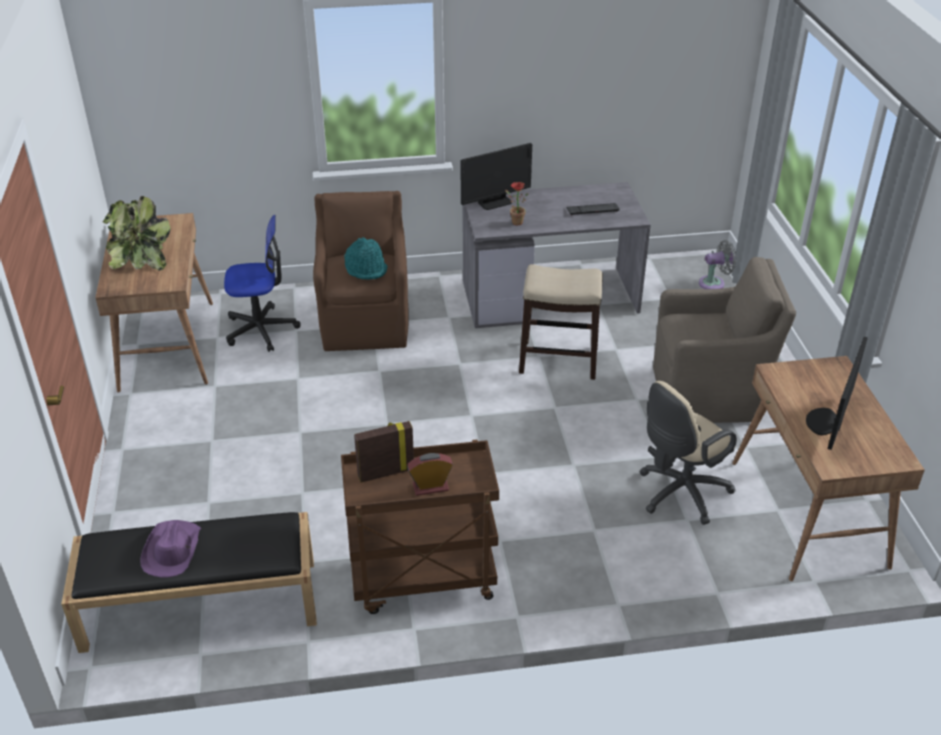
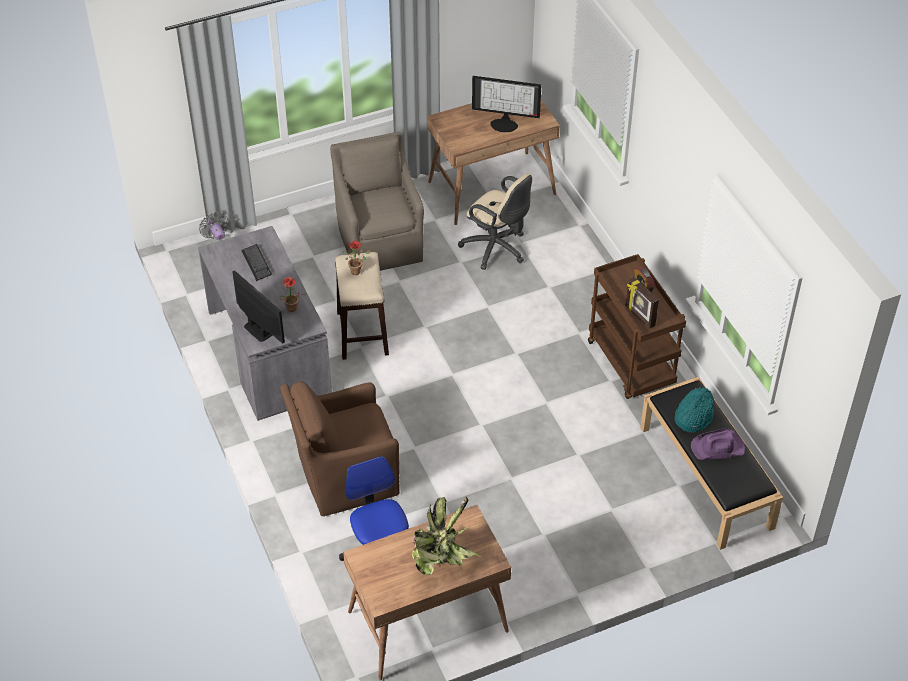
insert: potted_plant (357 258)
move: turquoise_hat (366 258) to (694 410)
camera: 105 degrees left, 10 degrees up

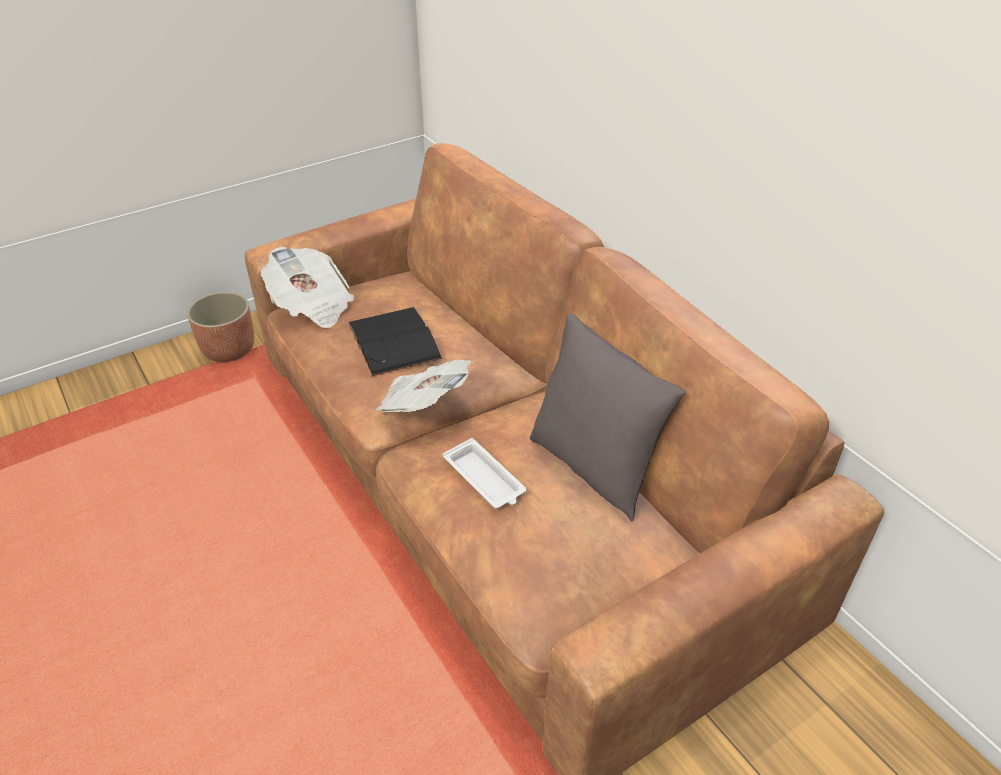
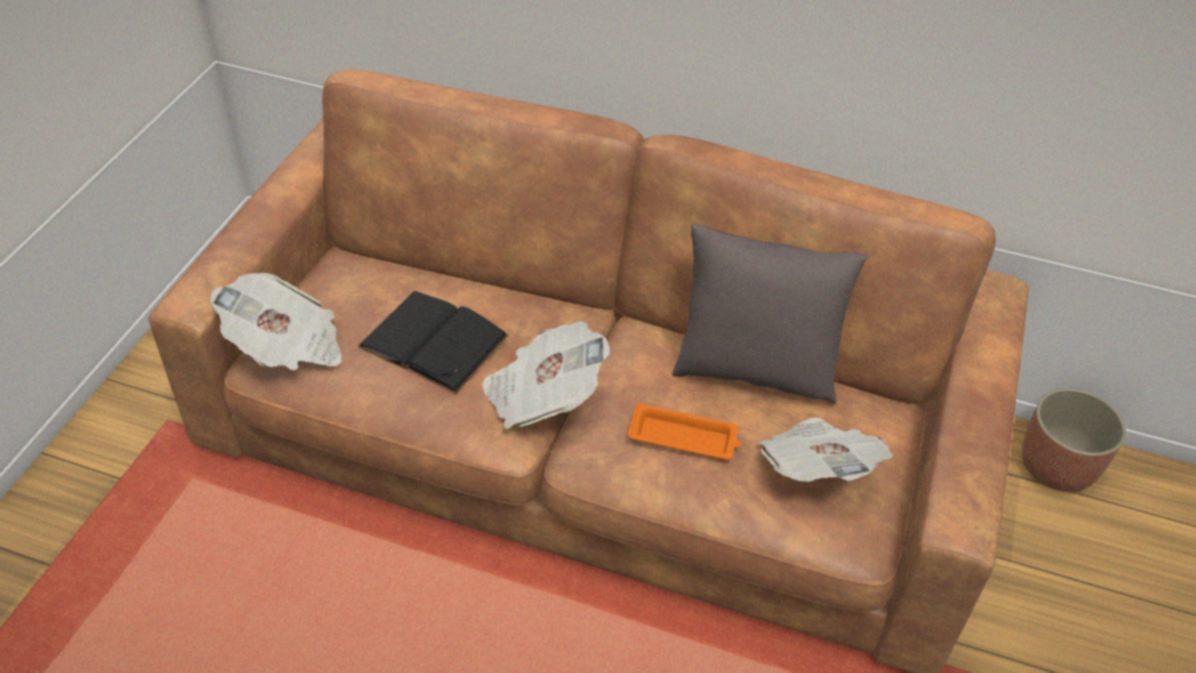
insert: newspaper (825 449)
move: planter (220 327) to (1074 440)
recolor: white_tray (484 473) to orange_tray (683 431)
camera: 40 degrees left, 5 degrees up

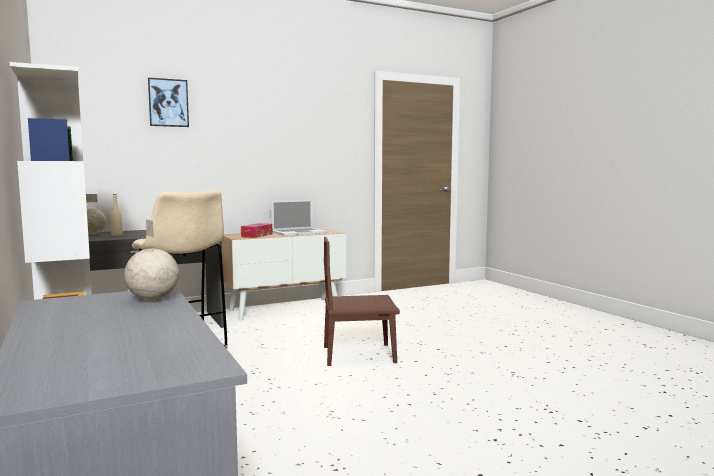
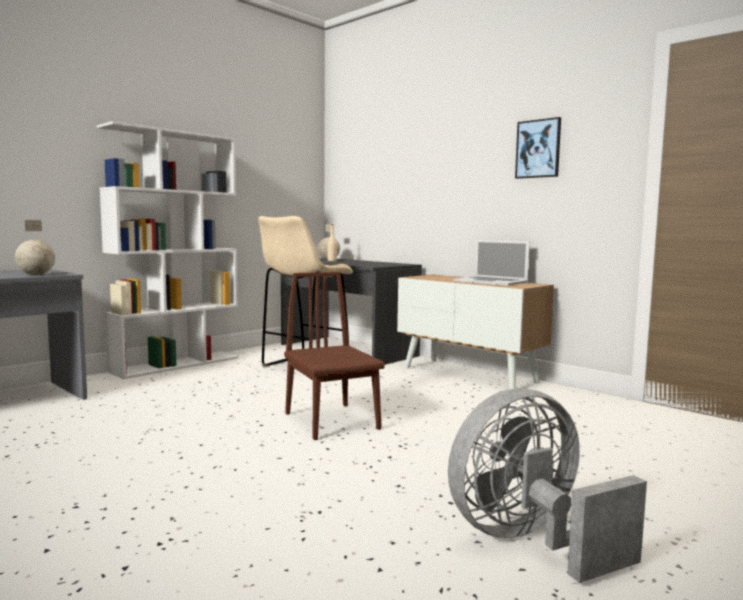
delete: tissue_box (256 230)
insert: grey_fan (547 486)
move: picture (168 102) to (538 148)
camera: 70 degrees right, 0 degrees up

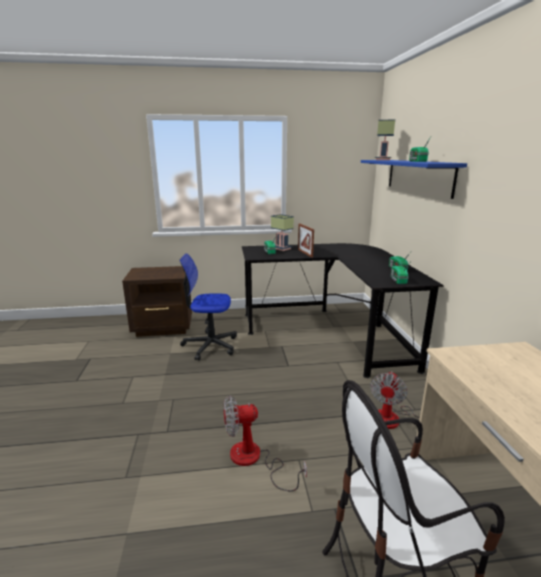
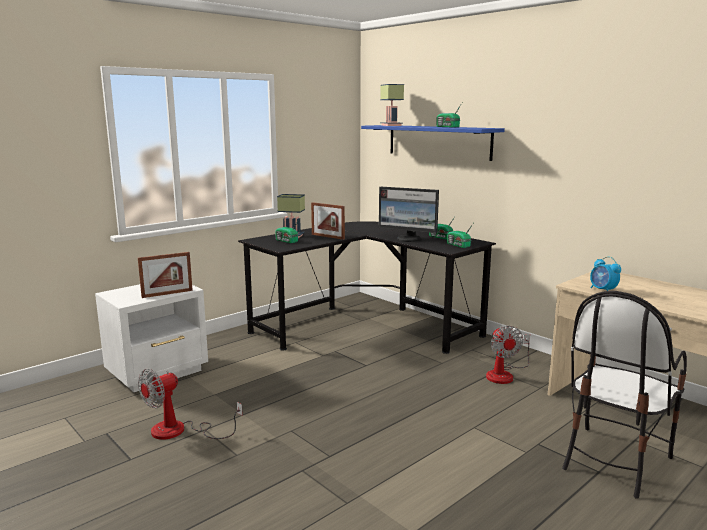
delete: office_chair (208 307)
insert: monitor (409 214); picture_frame (165 275); alarm_clock (605 273)
move: fan (265 443) to (190 404)
recolor: brown_nightstand (157 301) to white_nightstand (151 338)
camera: 35 degrees left, 5 degrees down

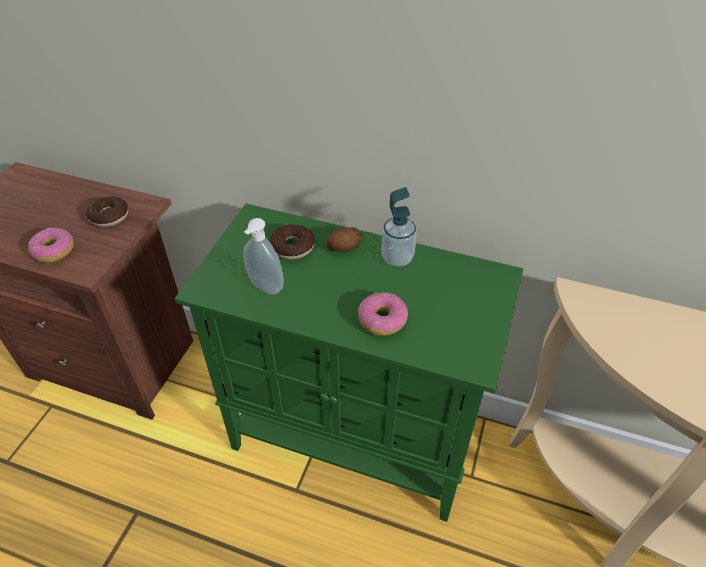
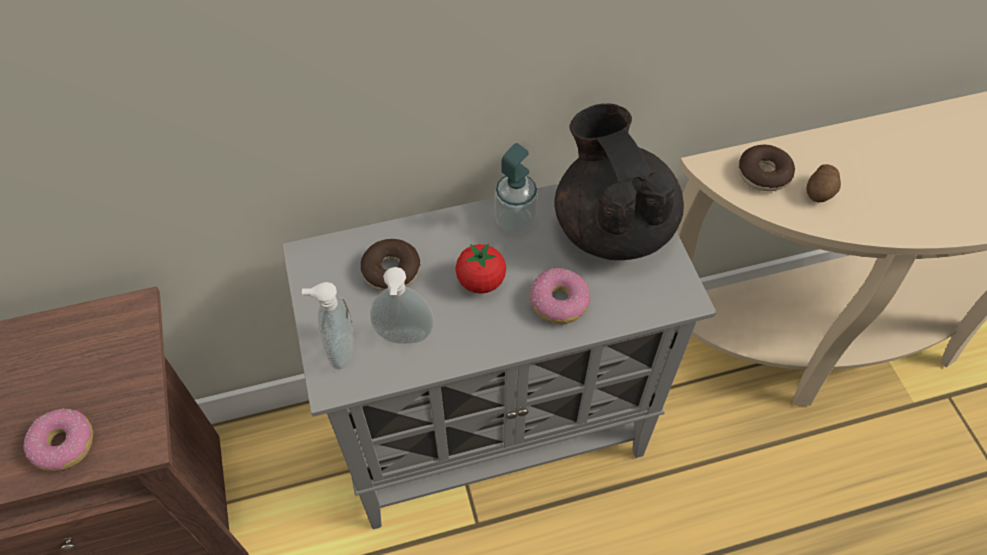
insert: black_teapot (619 181); tomato (480 269); soap_dispenser (328 325)
move: donut (107 211) to (766 168); potato (343 239) to (823 183)
recolor: green_cabinet (349 363) to grey_cabinet (499 356)
camera: 35 degrees left, 10 degrees up

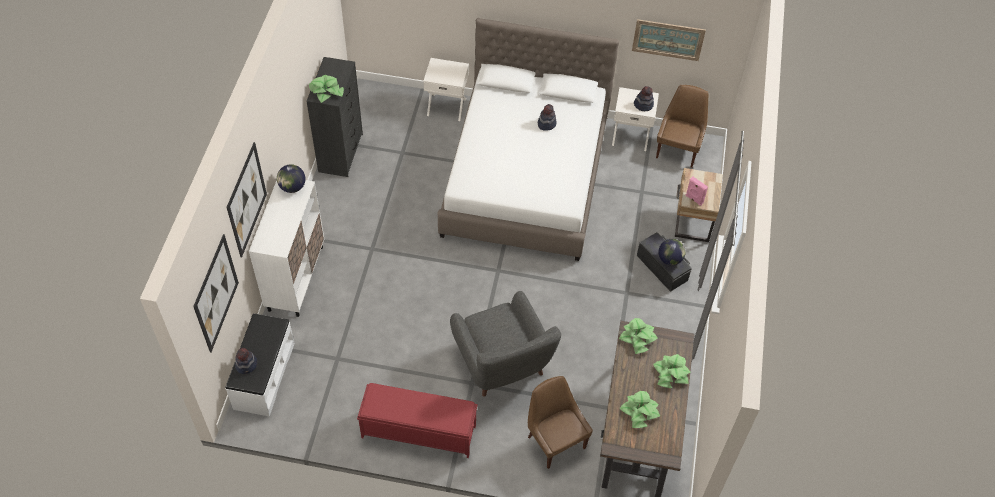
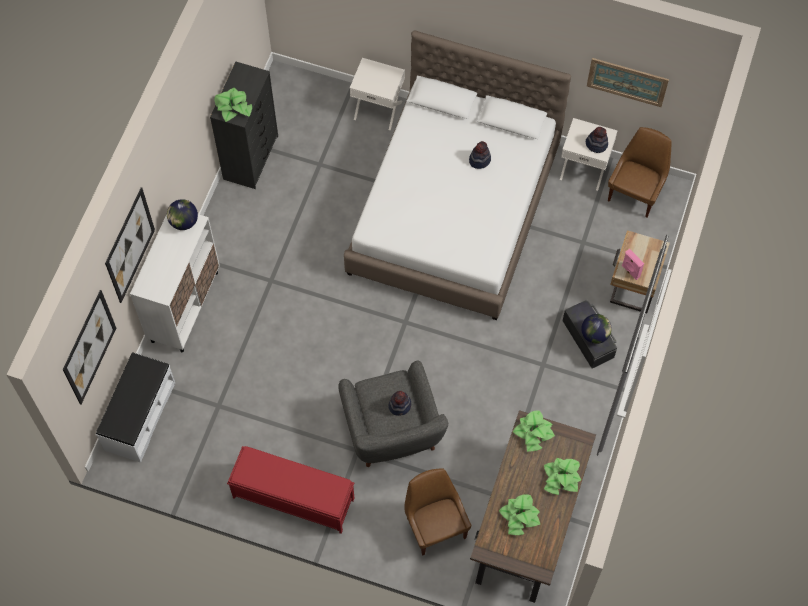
move: hat (246 361) to (399 403)
camera: 10 degrees right, 10 degrees up

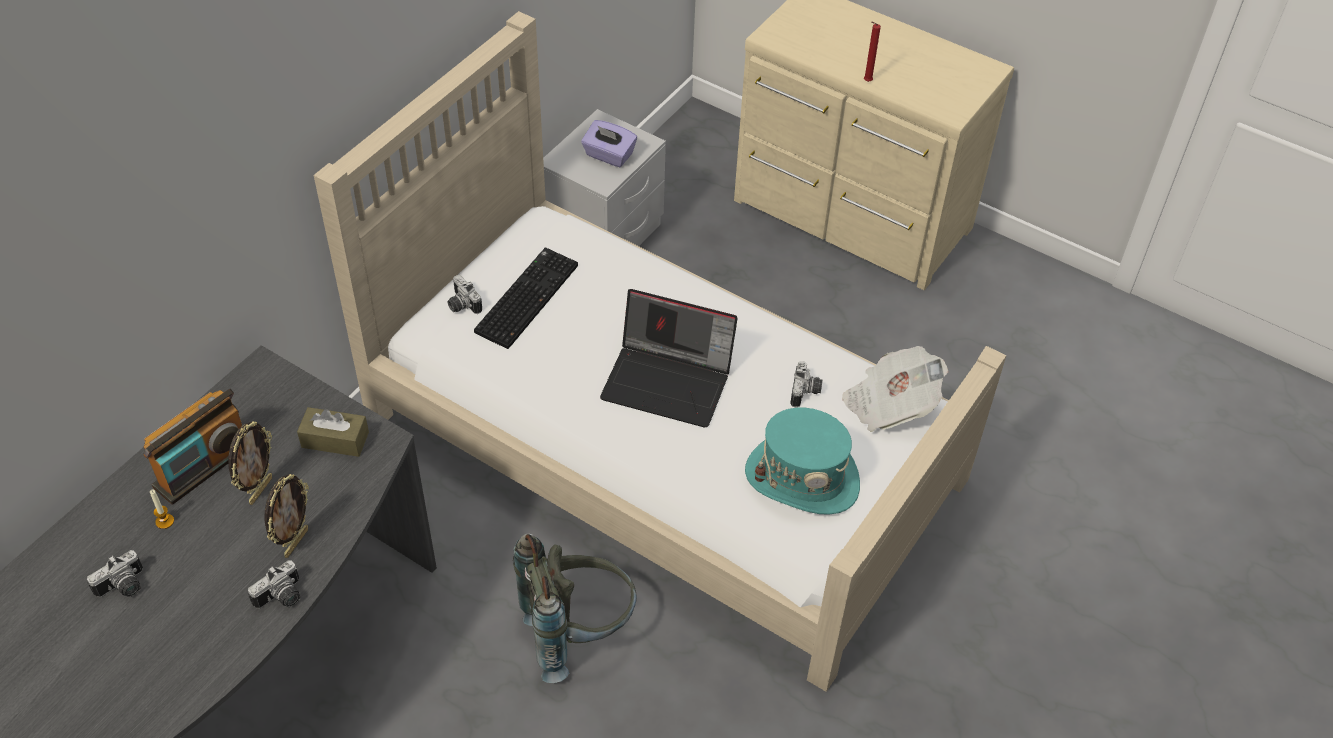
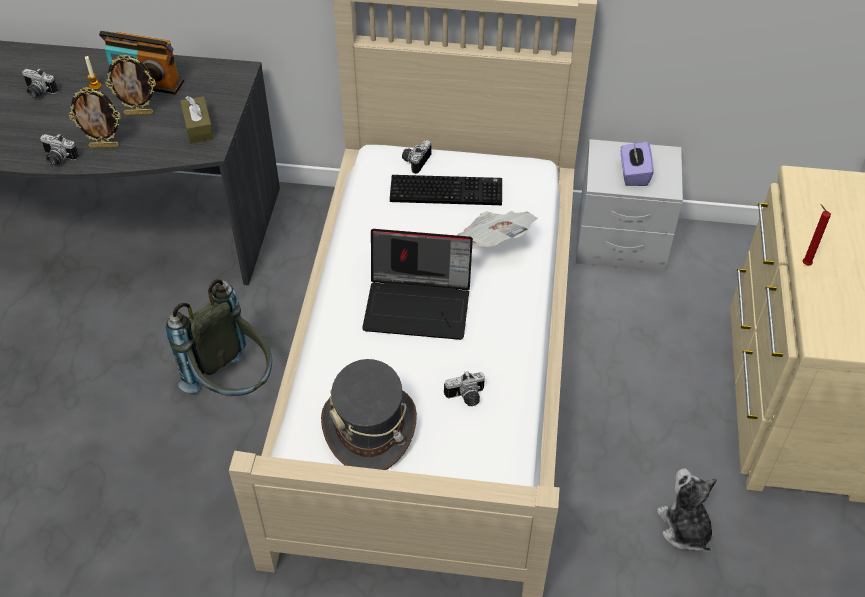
insert: plush_toy (687 510)
move: newspaper (895 389) to (497 229)
recolor: turquoise_hat (802 461) to grey_hat (369 414)
rotate: laptop (669 358) = (417 284) 75 degrees counterclockwise
camera: 65 degrees right, 0 degrees up

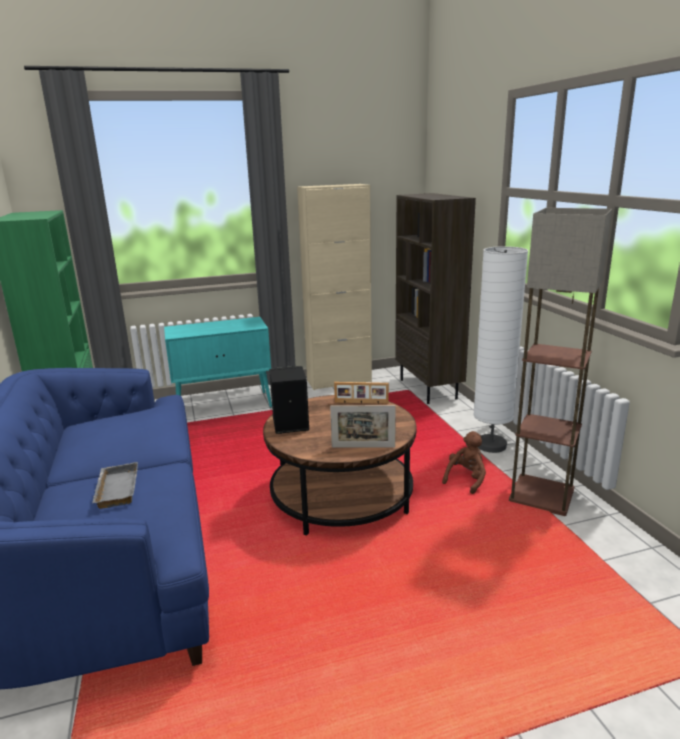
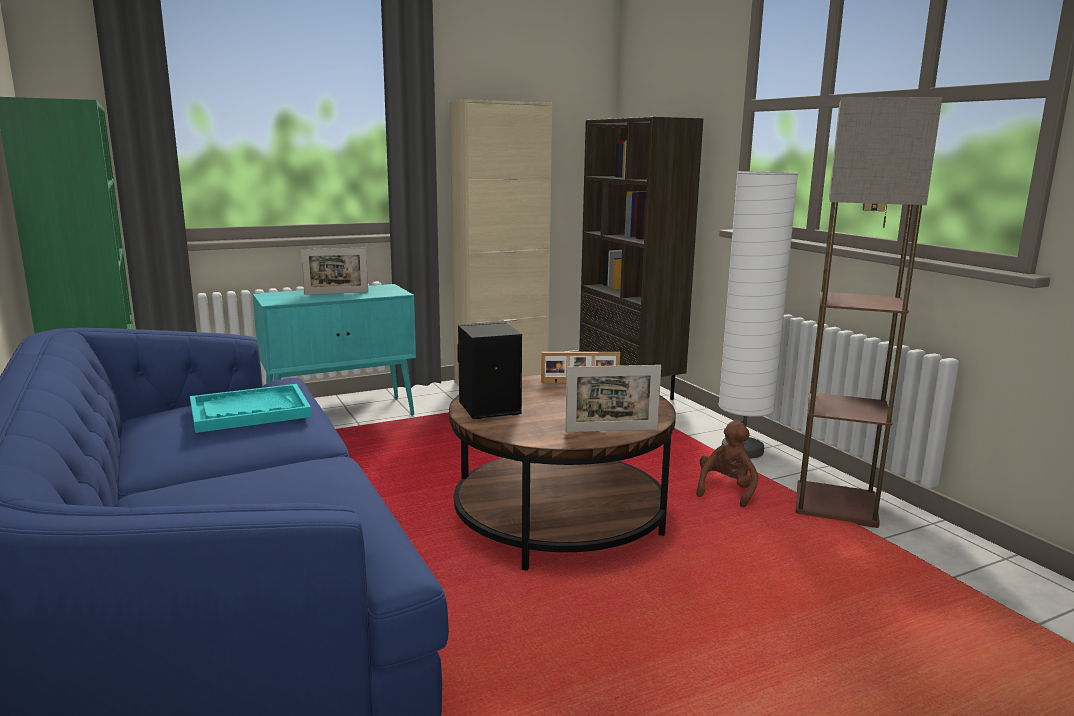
delete: grey_tray (115 485)
insert: picture_frame (334 271); turquoise_tray (251 408)
camera: 10 degrees left, 5 degrees down

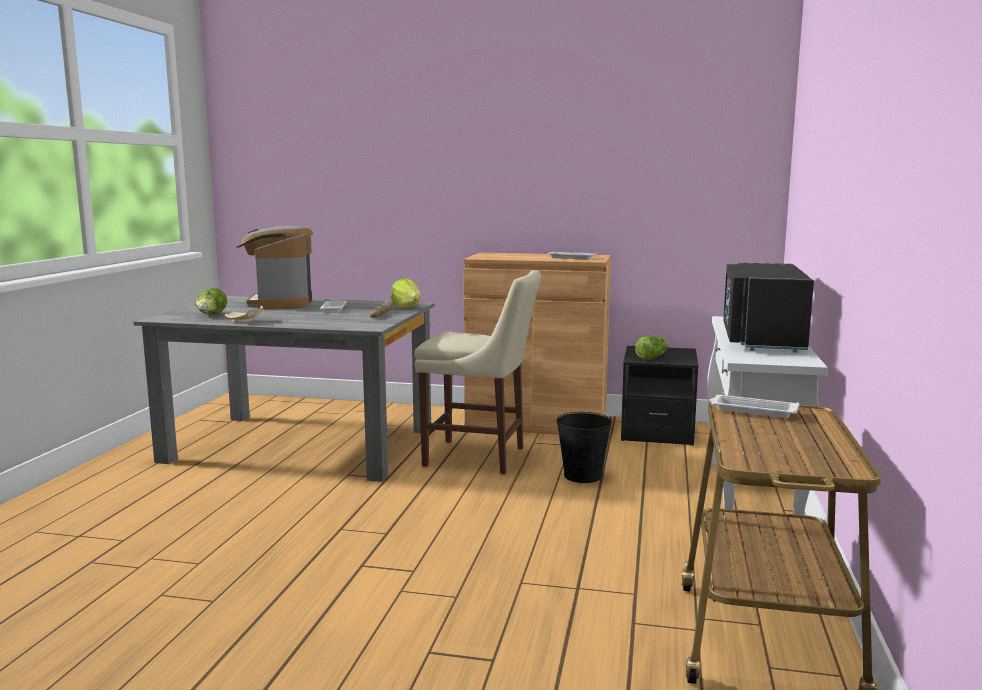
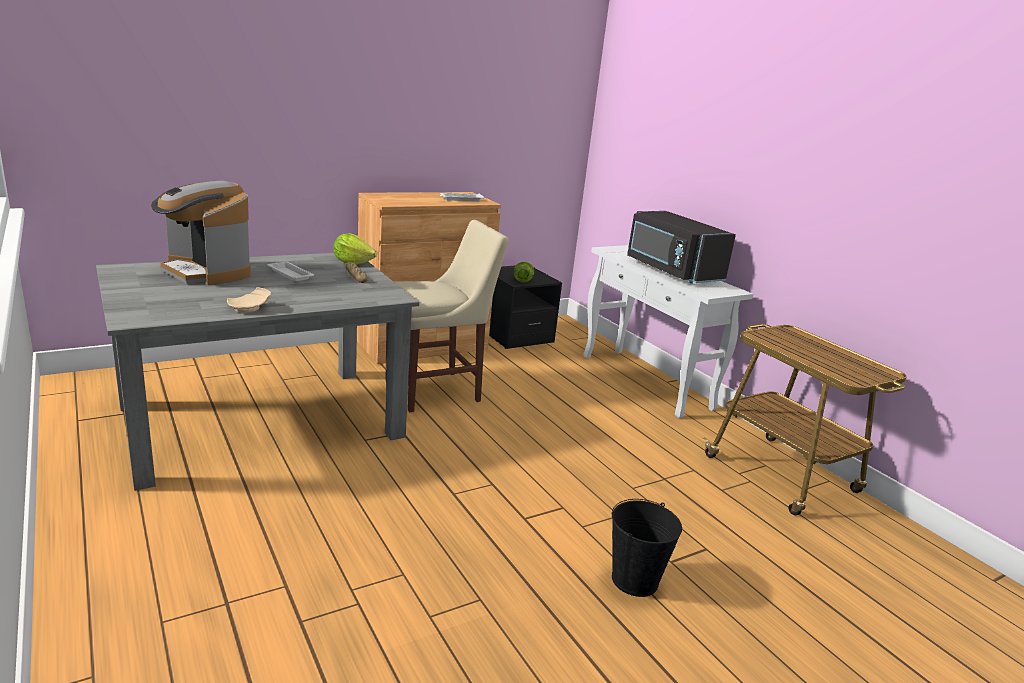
delete: lettuce (211 301); white_tray (755 406)
move: black_bucket (584 447) to (647 548)
camera: 45 degrees left, 10 degrees up

